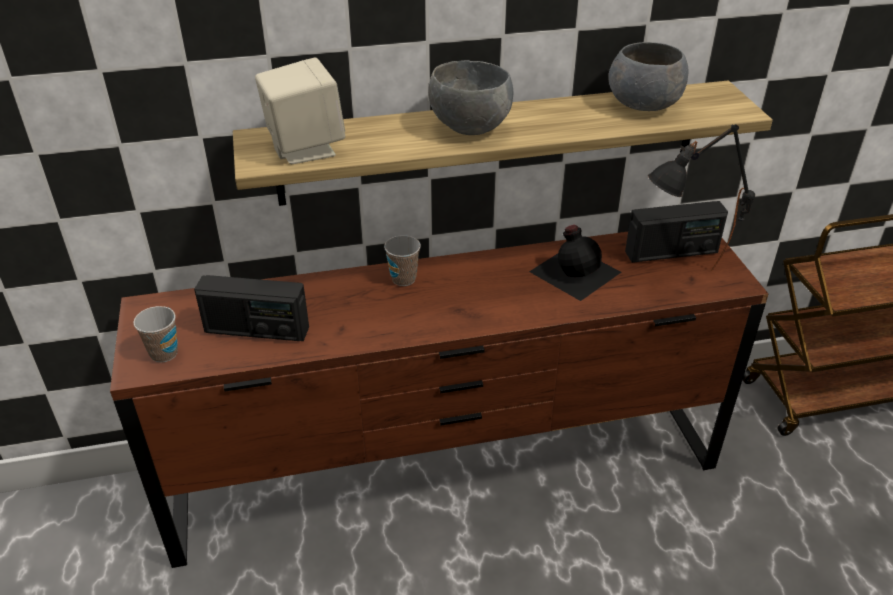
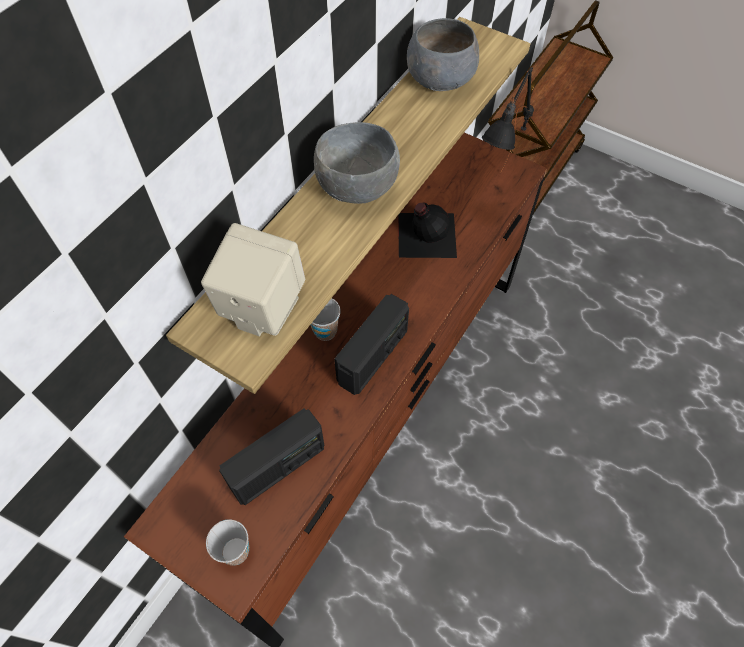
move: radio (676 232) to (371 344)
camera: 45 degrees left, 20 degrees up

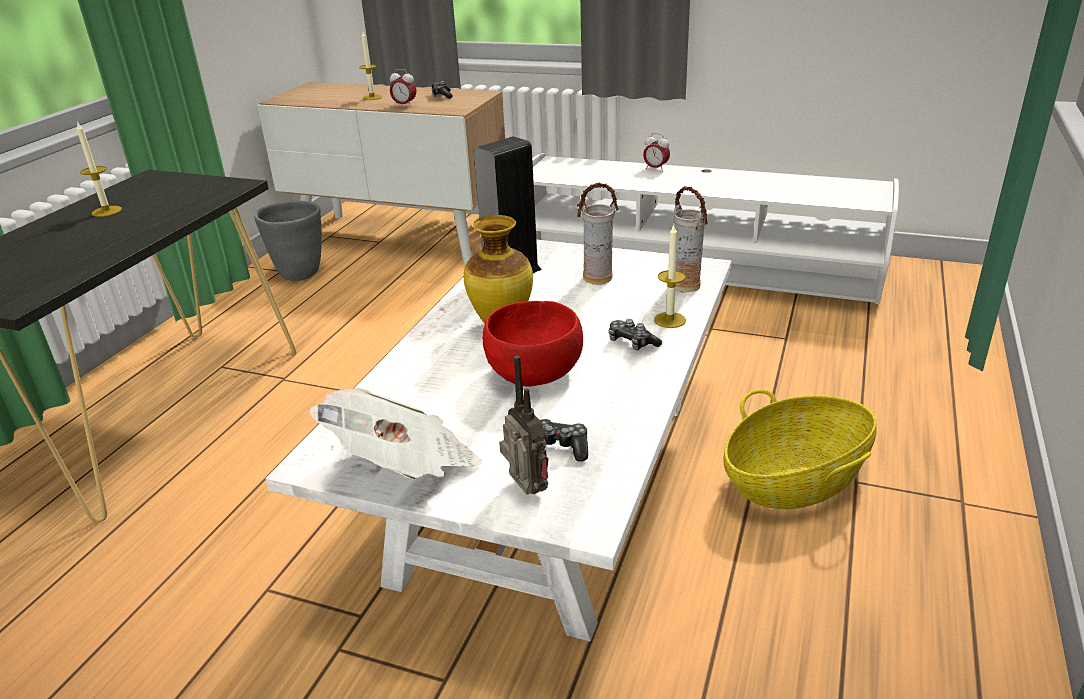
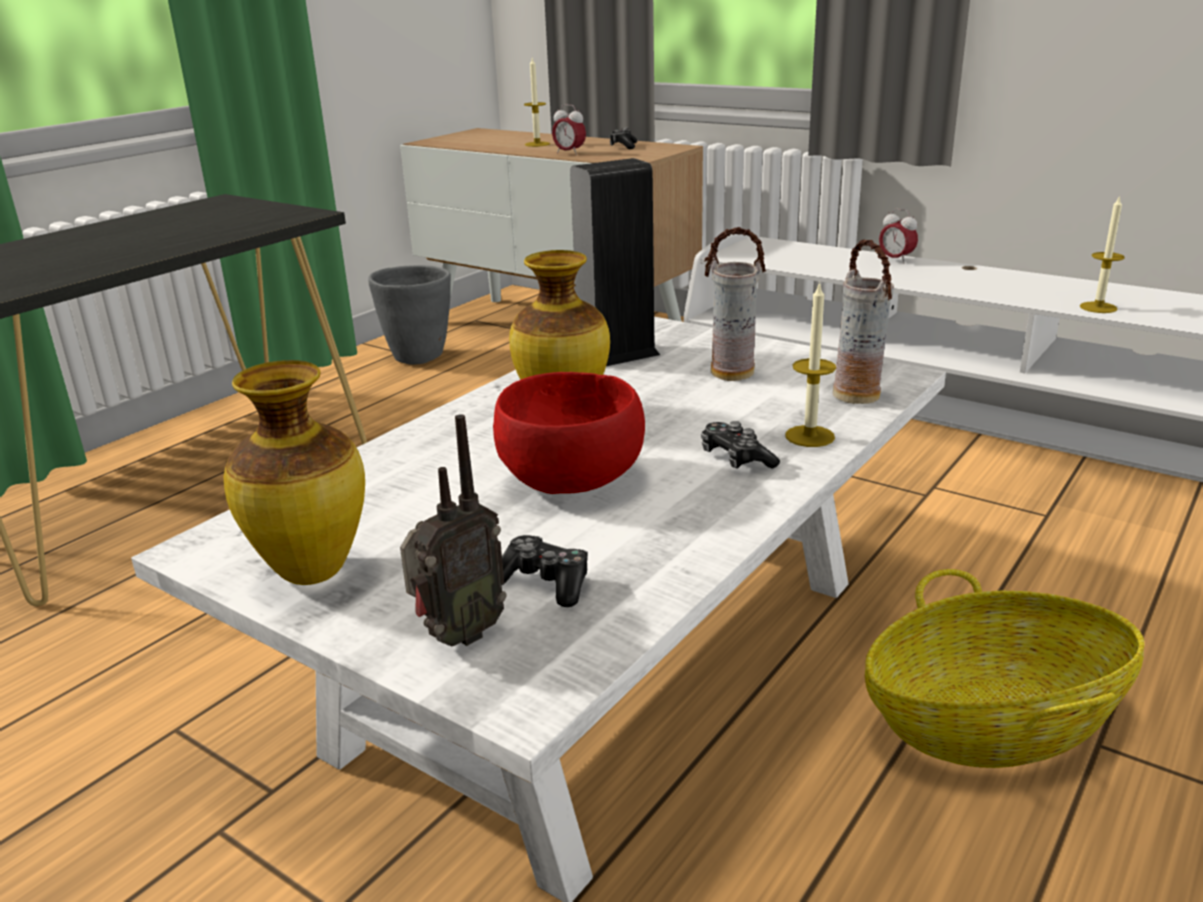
move: candle (99 169) to (1102 254)
replace: newspaper (395 433) to vase (294 472)
rotate: radio (523 425) = (453 530) 60 degrees clockwise
camera: 15 degrees right, 5 degrees down

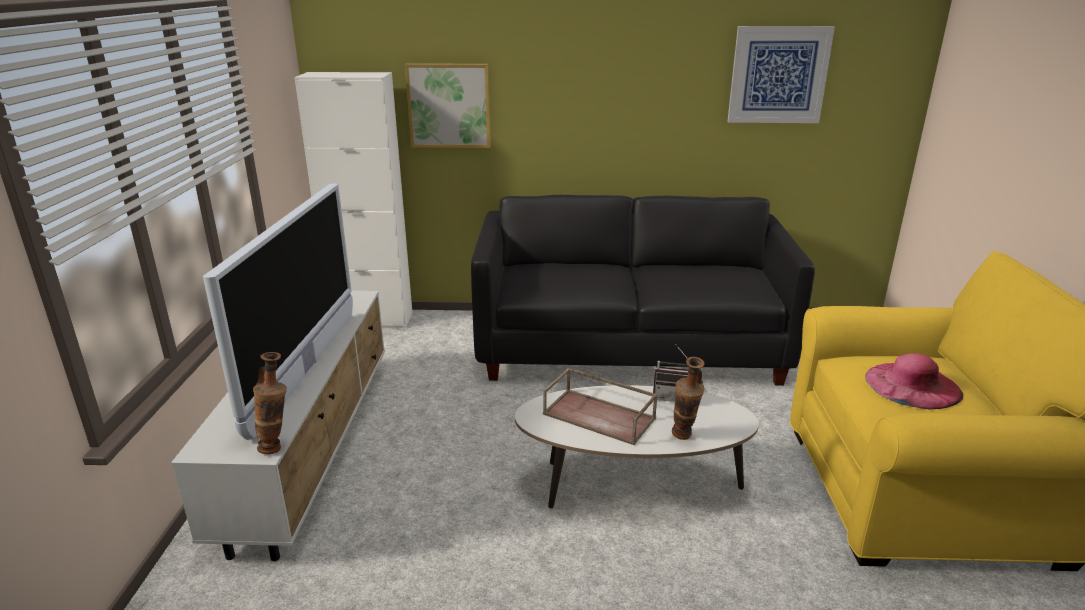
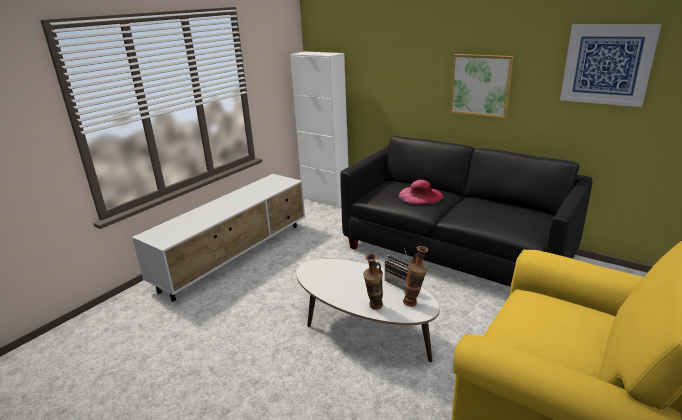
delete: television (278 311); brown_tray (600 406)
move: picture (448 105) to (482 86); vase (270 403) to (415 276); pink_hat (914 381) to (421 192)
camera: 35 degrees right, 0 degrees up

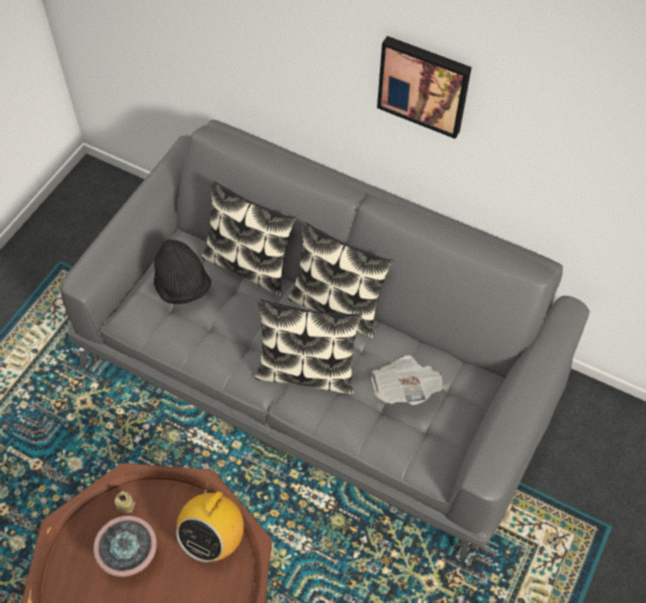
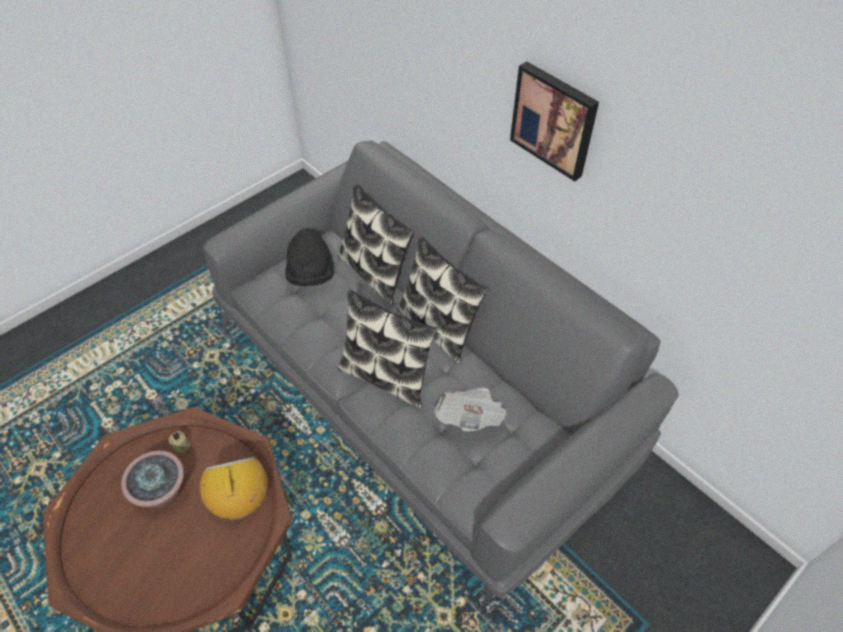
rotate: radio (210 520) = (234 488) 120 degrees clockwise
camera: 20 degrees right, 5 degrees down

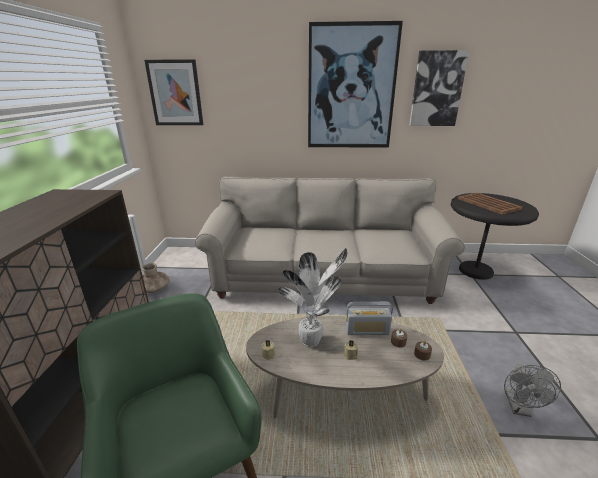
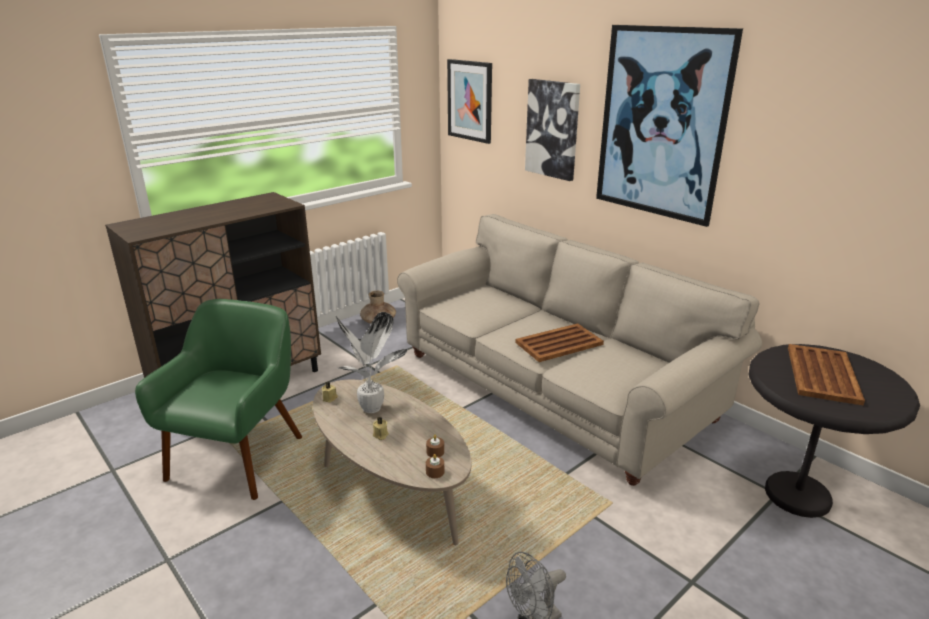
delete: radio (369 318)
insert: brown_tray (559 342)
move: picture (439 88) to (552 130)
camera: 45 degrees right, 0 degrees up

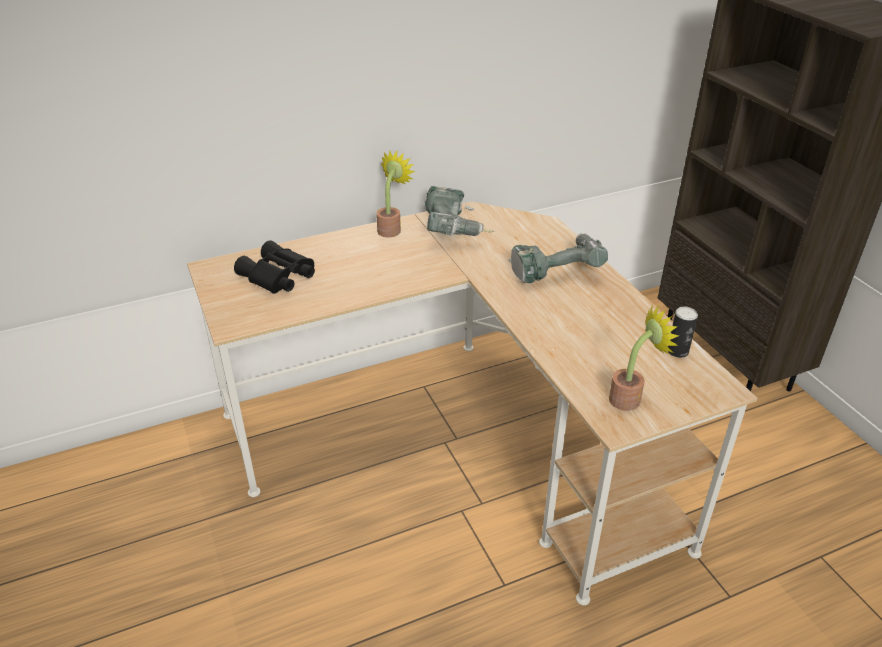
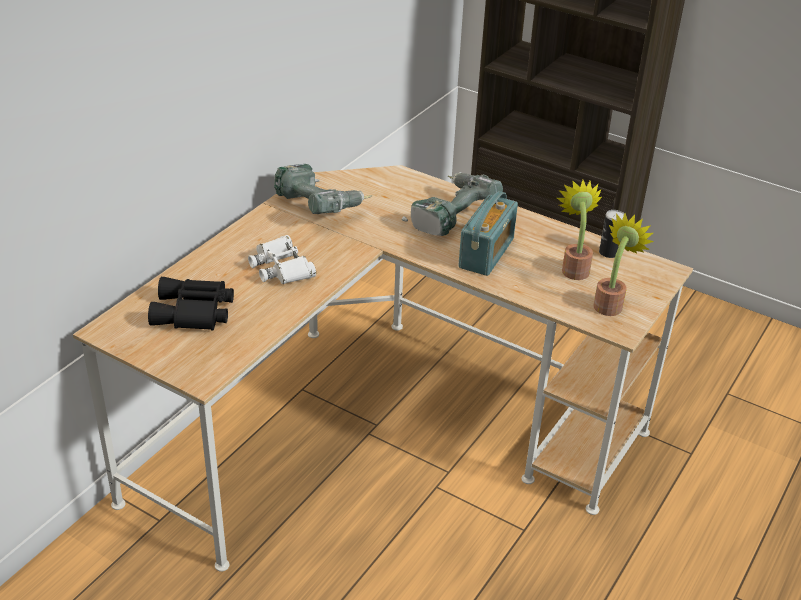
insert: radio (488 233); white_binoculars (282 259)
move: potted_plant (395 194) to (579 230)
camera: 35 degrees left, 0 degrees up

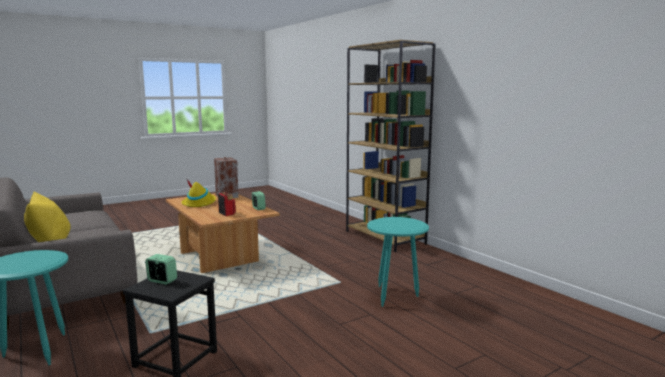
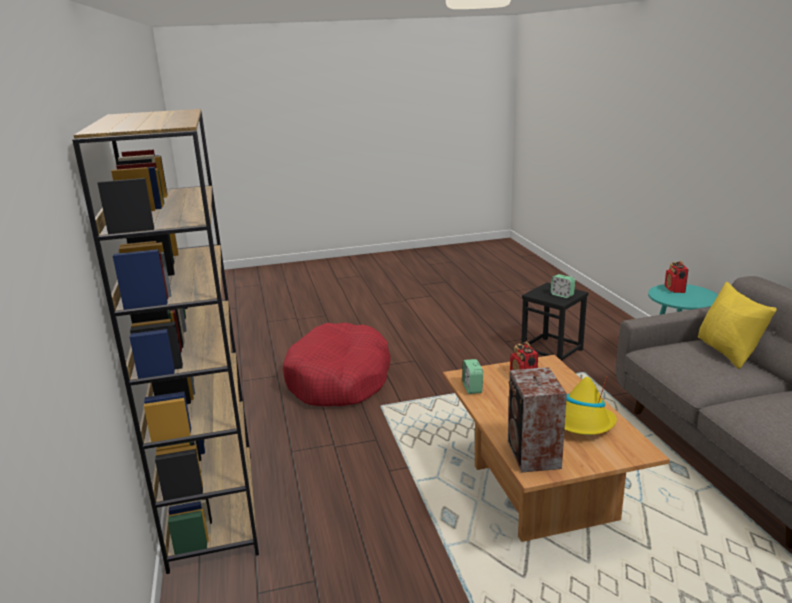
insert: radio (677 277)
replace: turquoise_side_table (398 262) to red_dog_bed (337 365)
camera: 160 degrees left, 10 degrees up

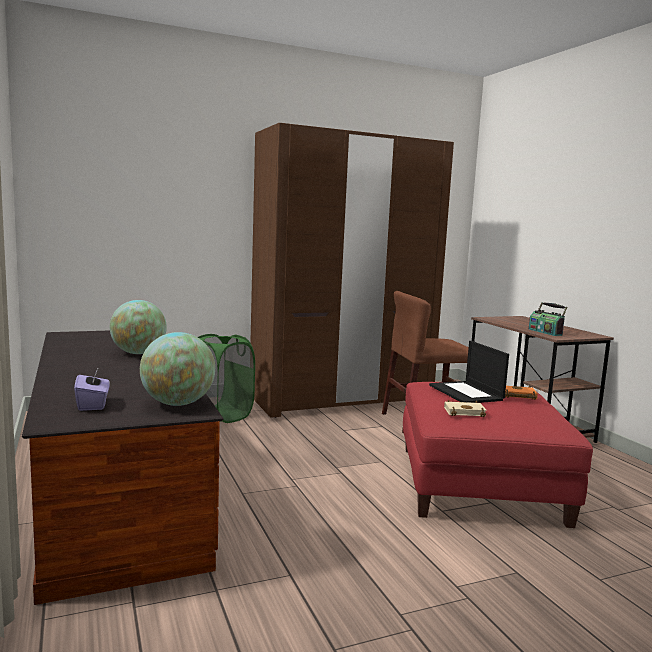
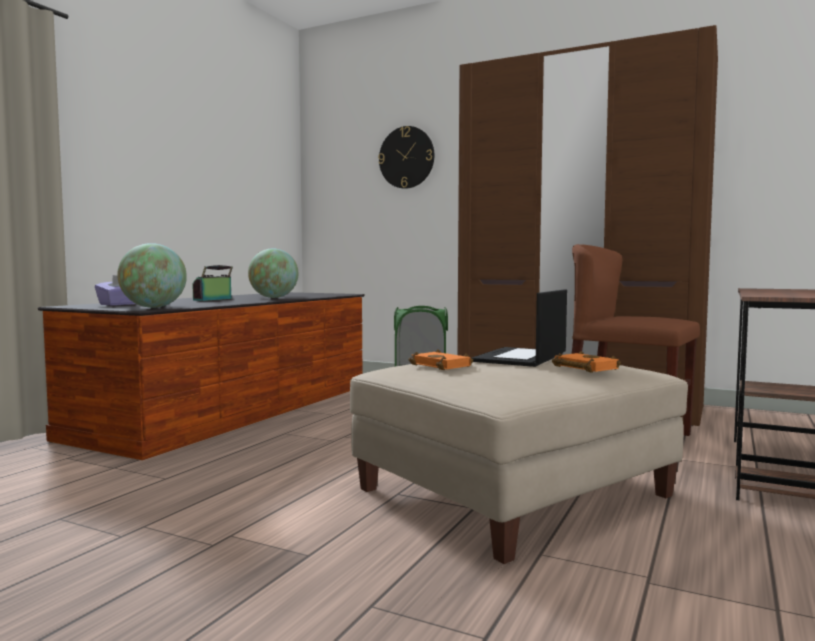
insert: wall_clock (406 157)
move: radio (548 319) to (212 283)
recolor: red_ottoman (498 455) to beige_ottoman (519 461); beige_book (465 408) to orange_book (441 359)
camera: 50 degrees right, 5 degrees down

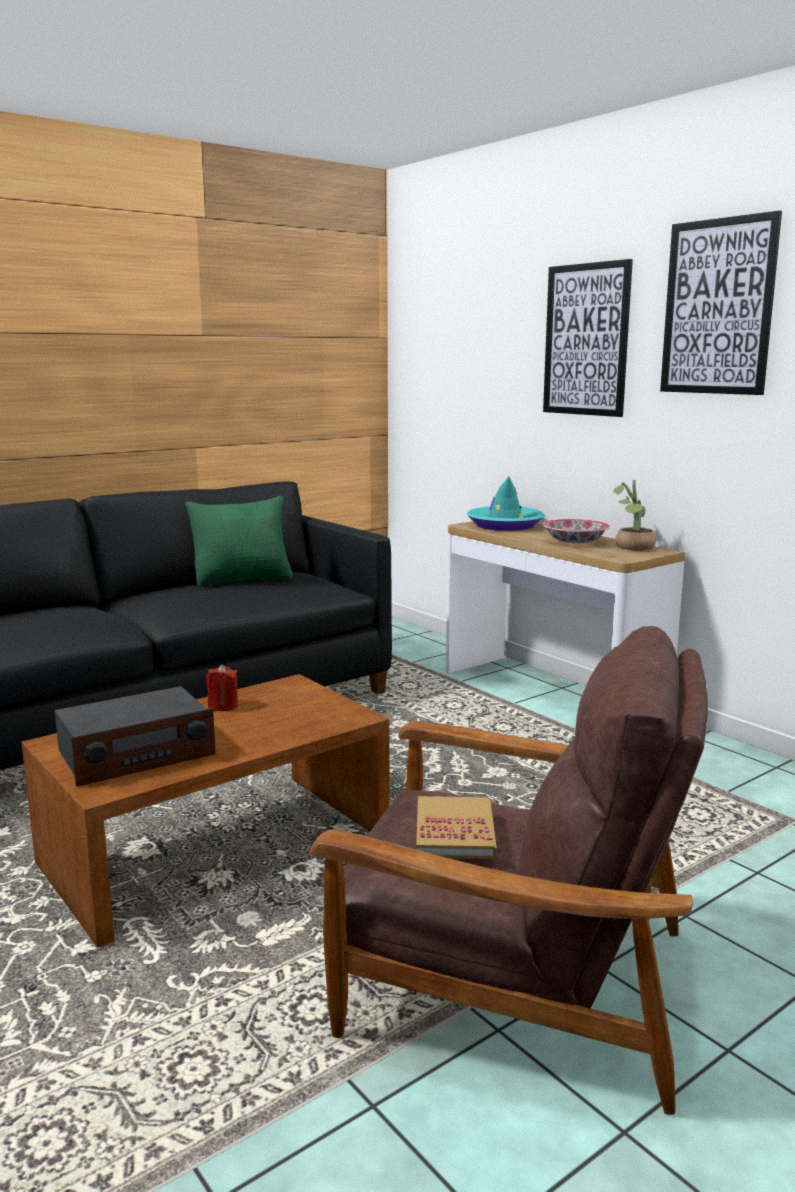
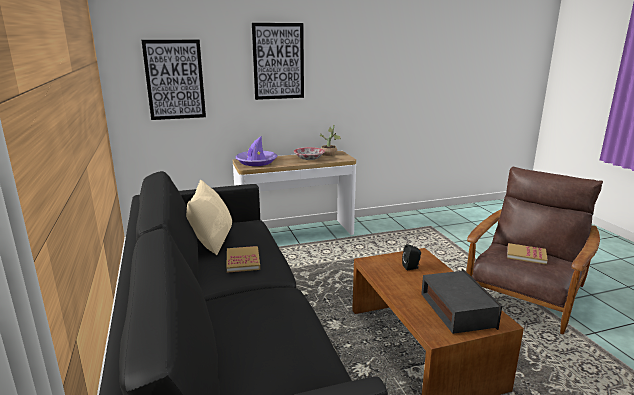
delete: red_candle (222 687)
insert: black_speaker (411 257); book (243 259)
move: picture (721 302) to (173 80)
recolor: turquoise_hat (505 504) to purple_hat (256 151); green_pillow (239 541) to beige_pillow (209 217)
camera: 70 degrees left, 5 degrees up

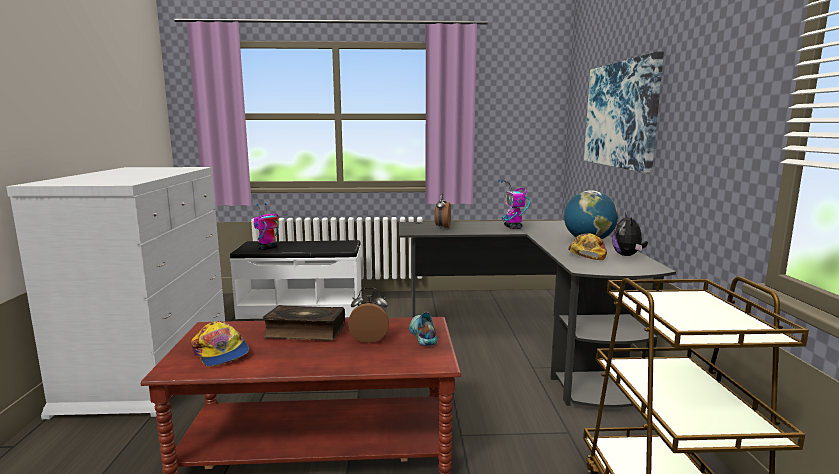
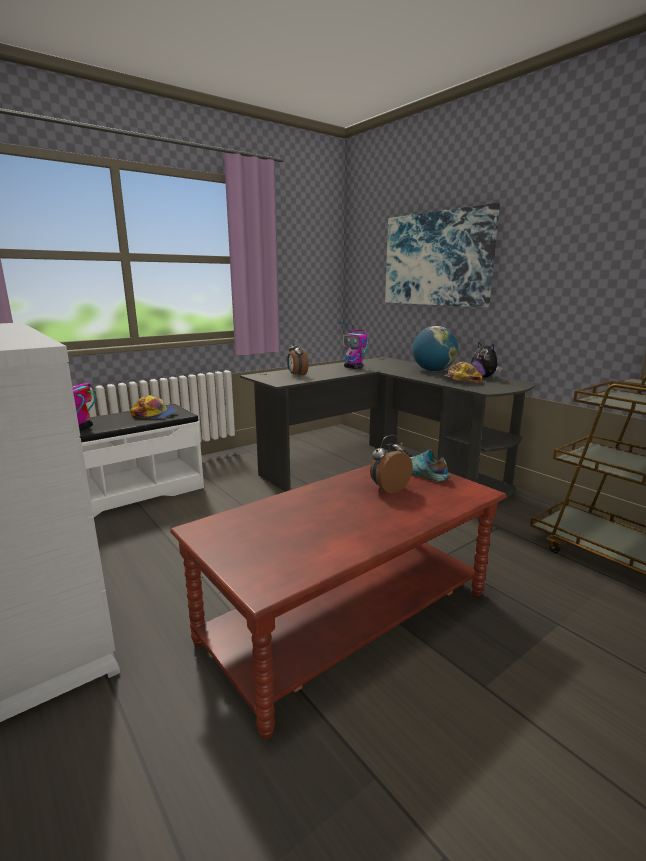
delete: book (304 323)
move: cap (220 343) to (153 407)
camera: 35 degrees left, 5 degrees up

